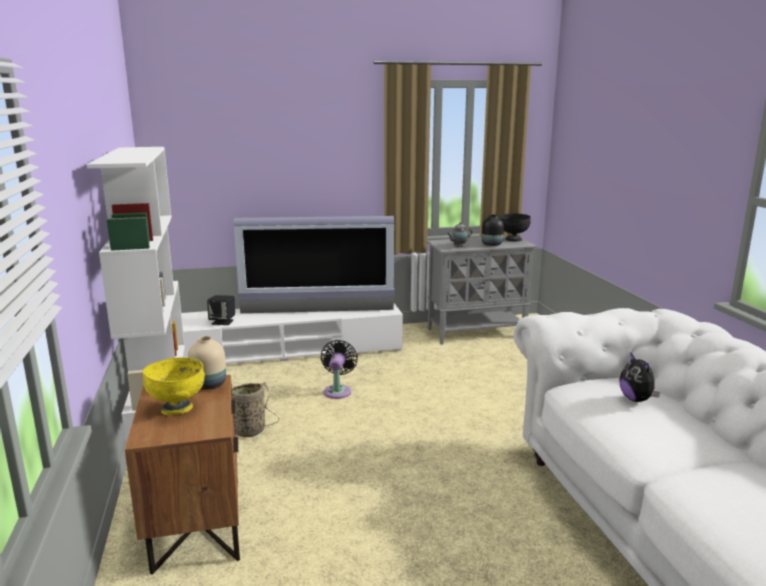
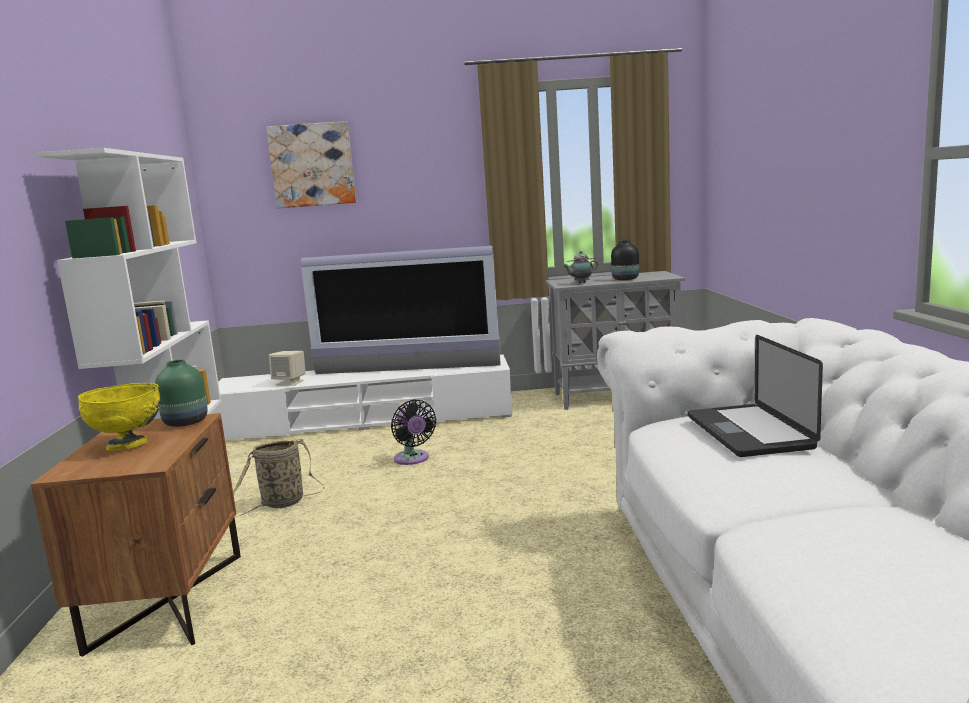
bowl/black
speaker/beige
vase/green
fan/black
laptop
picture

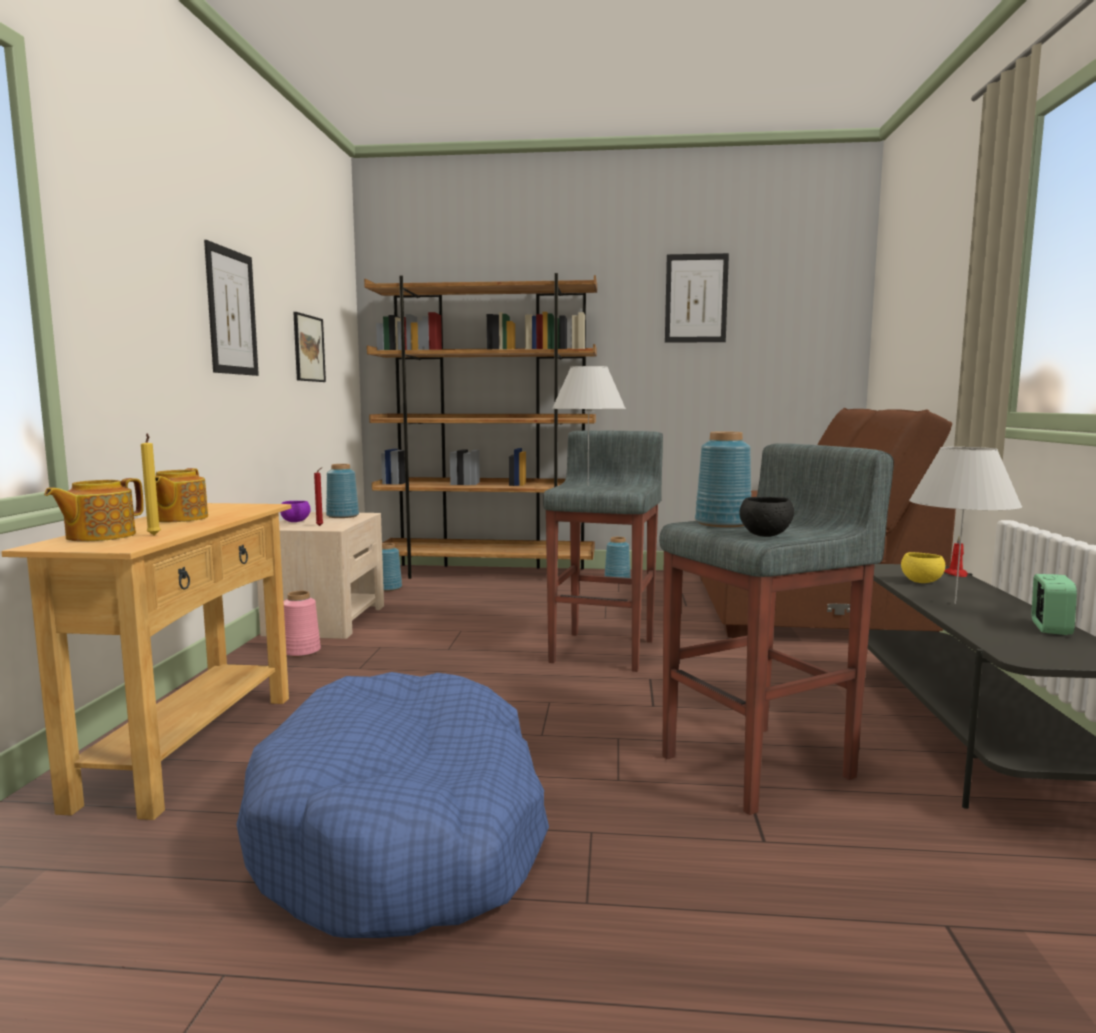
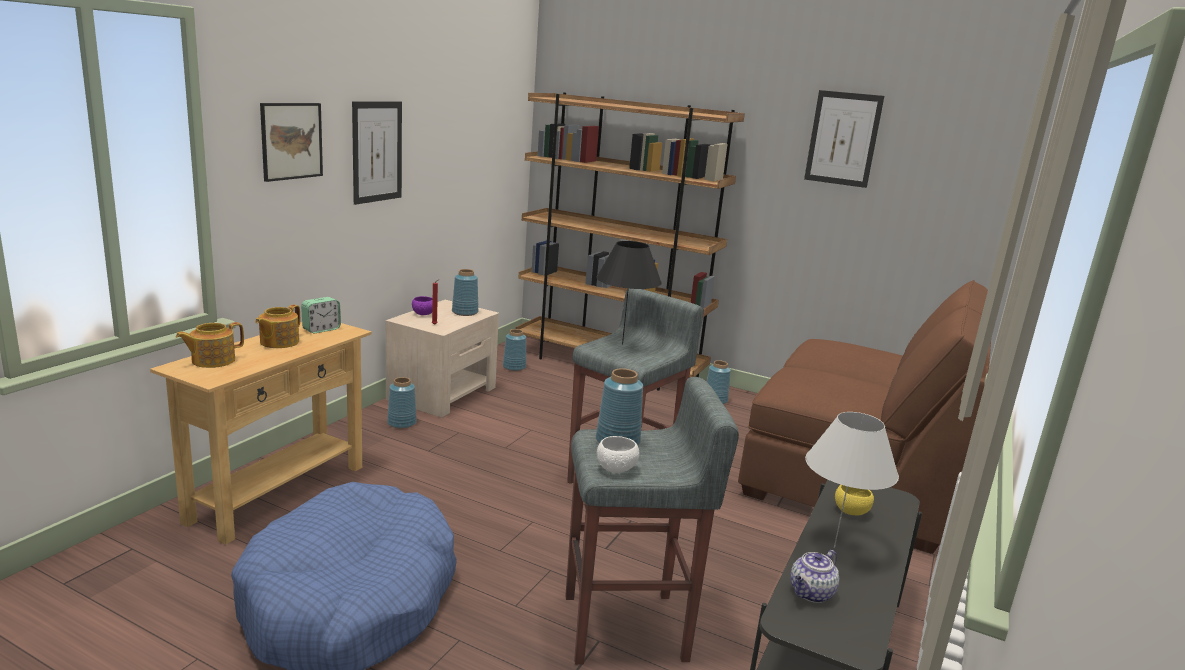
picture (1st from left)
table lamp/black
candle/yellow
bowl/white
candle/red (2nd from left in the first image)
alarm clock
vase/blue (1st from left)
teapot (3rd from left)

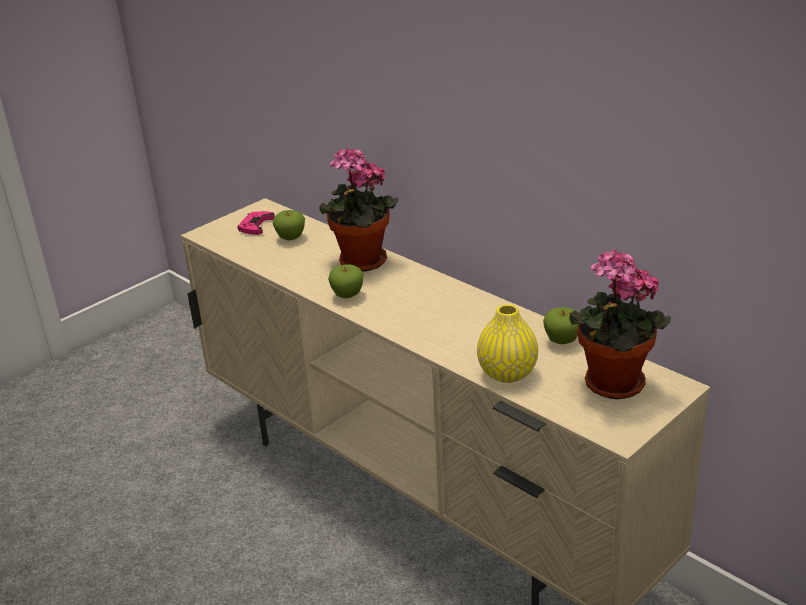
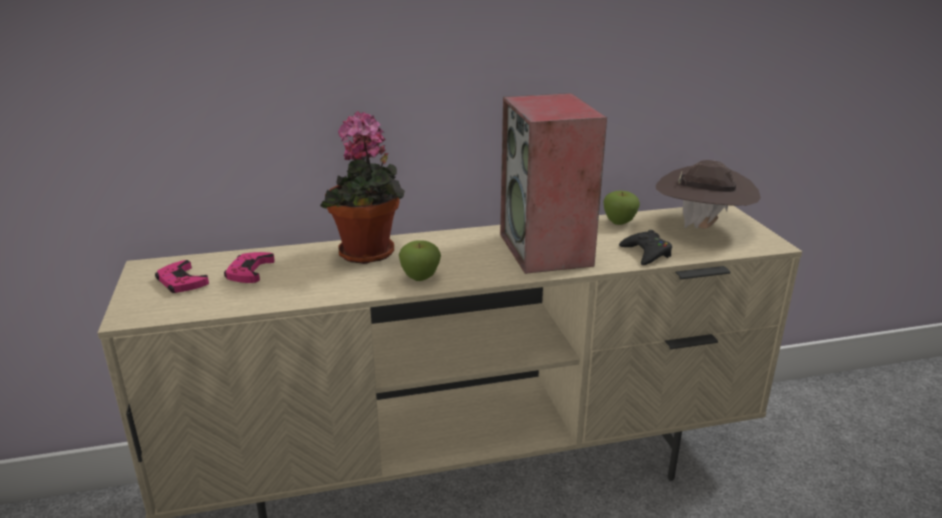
game controller/pink (2nd from left)
hat/brown
game controller/black
speaker

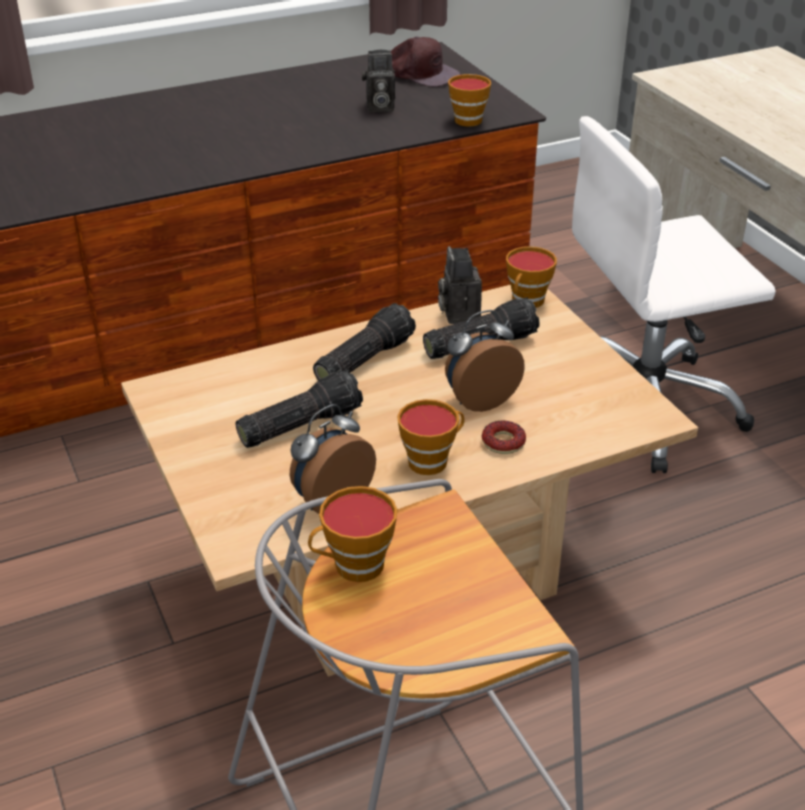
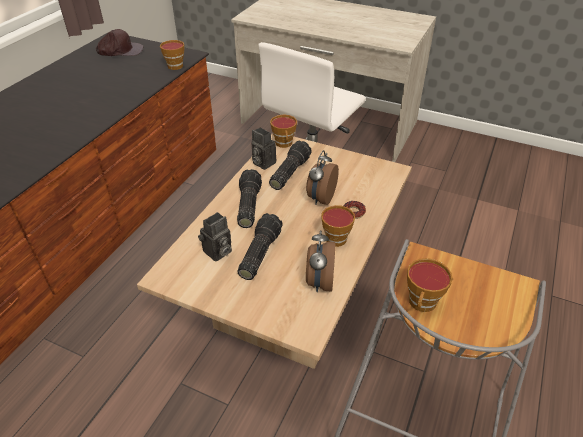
photo camera (1st from left)

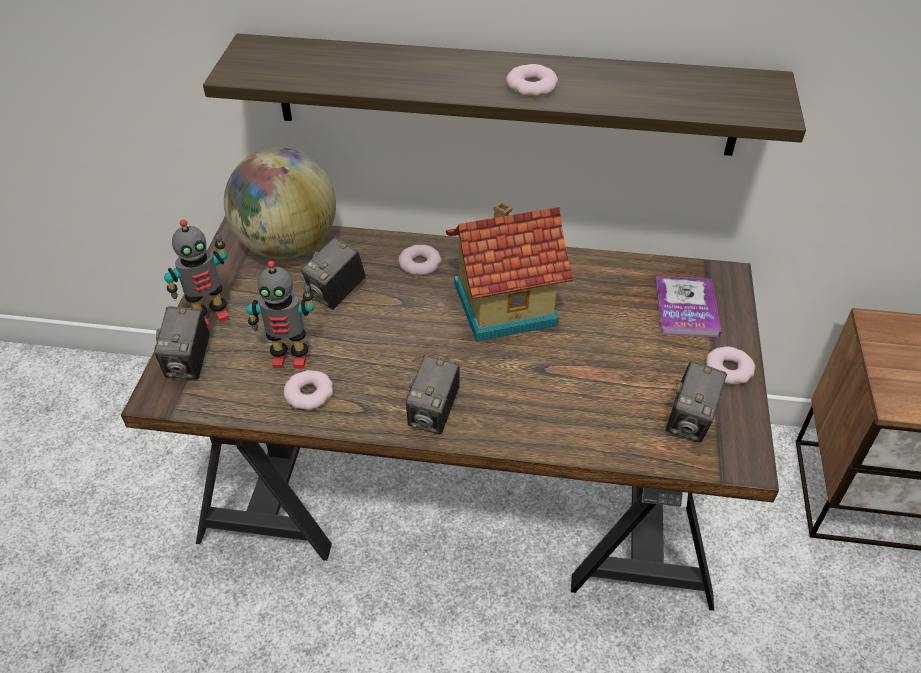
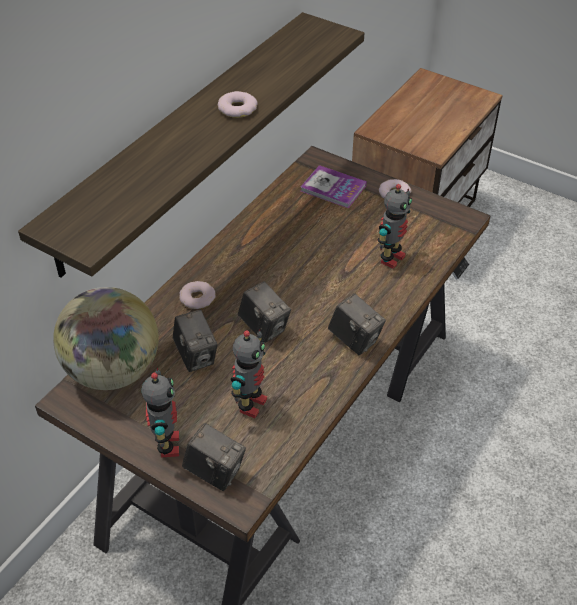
toy house
photo camera (3rd from left)
donut (1st from left in the first image)
toy robot (3rd from left)

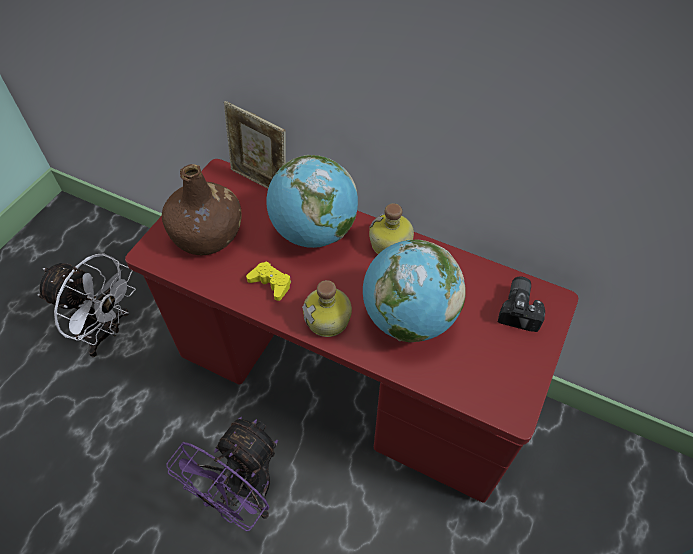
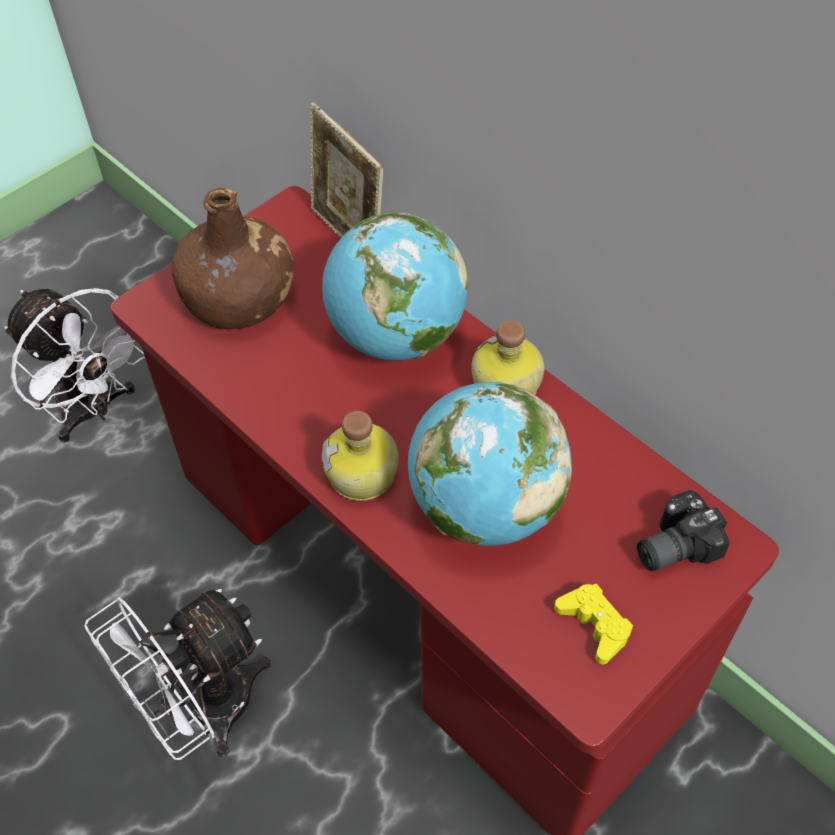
game controller/yellow
photo camera
fan/white (2nd from left)

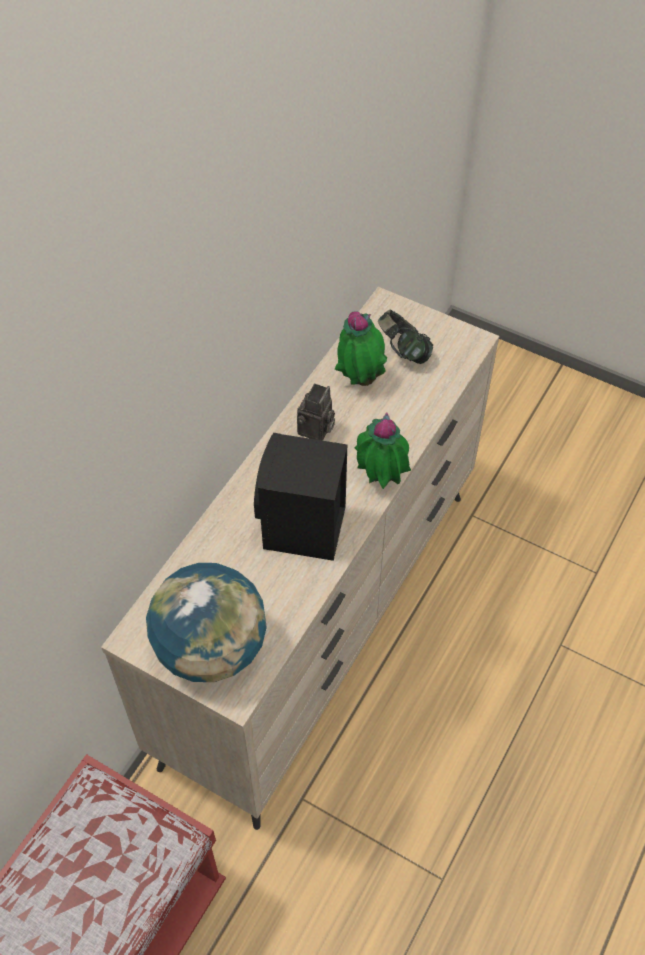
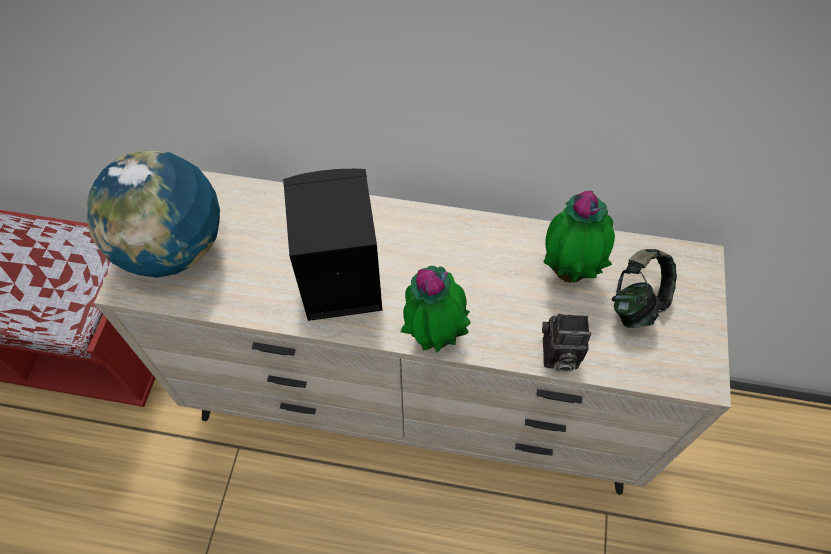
photo camera

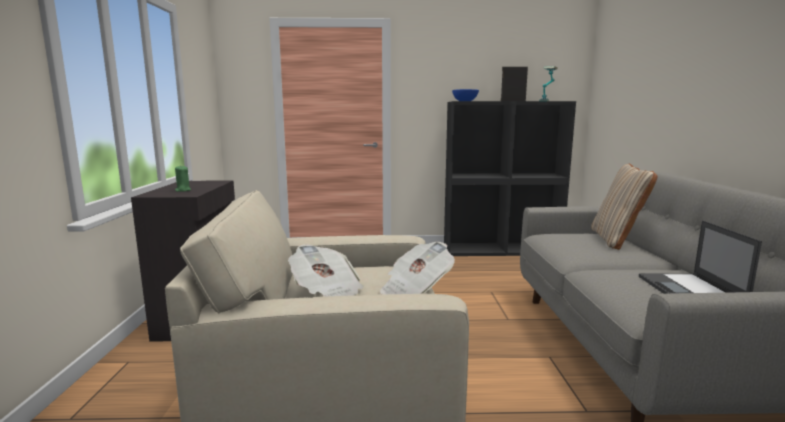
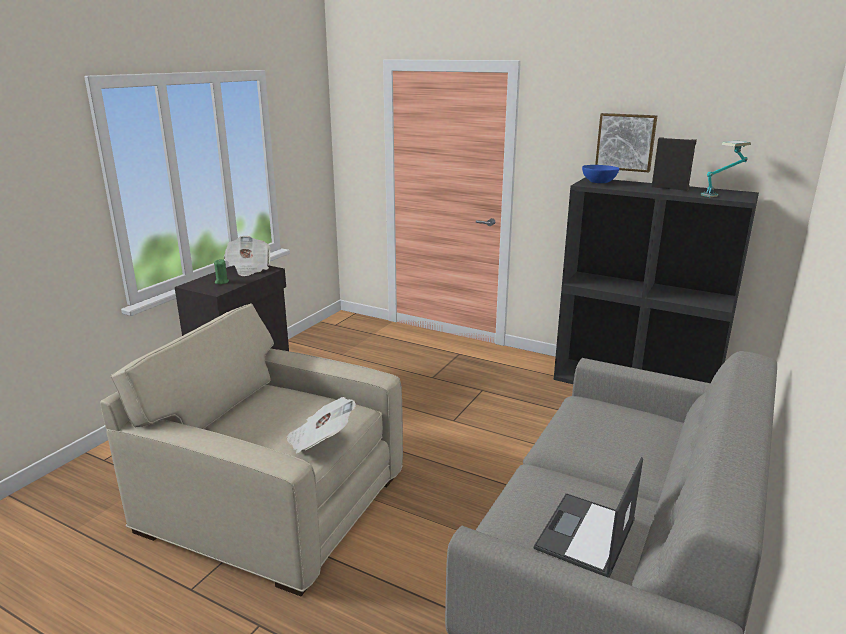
pillow/beige
newspaper (1st from left)
picture

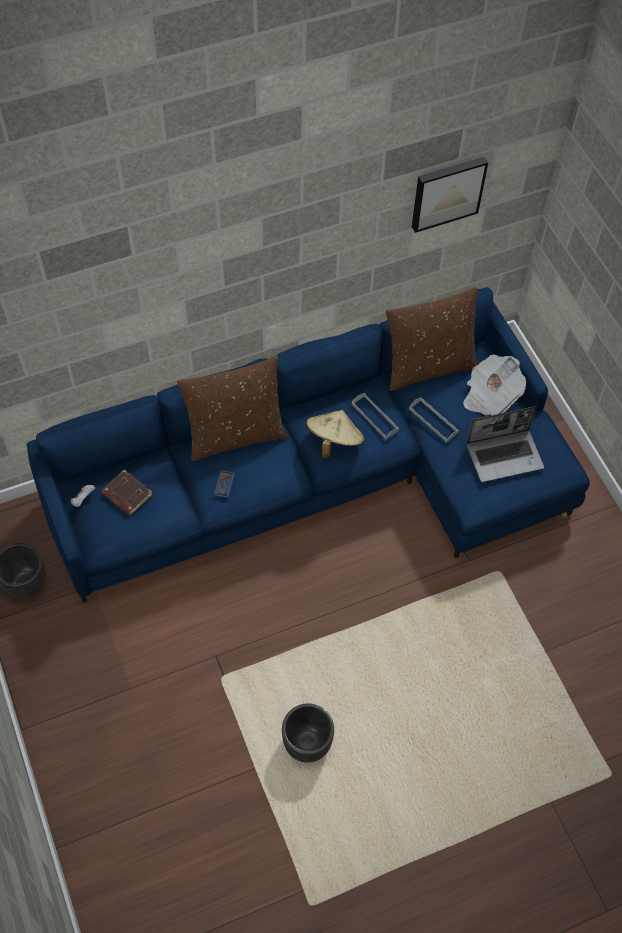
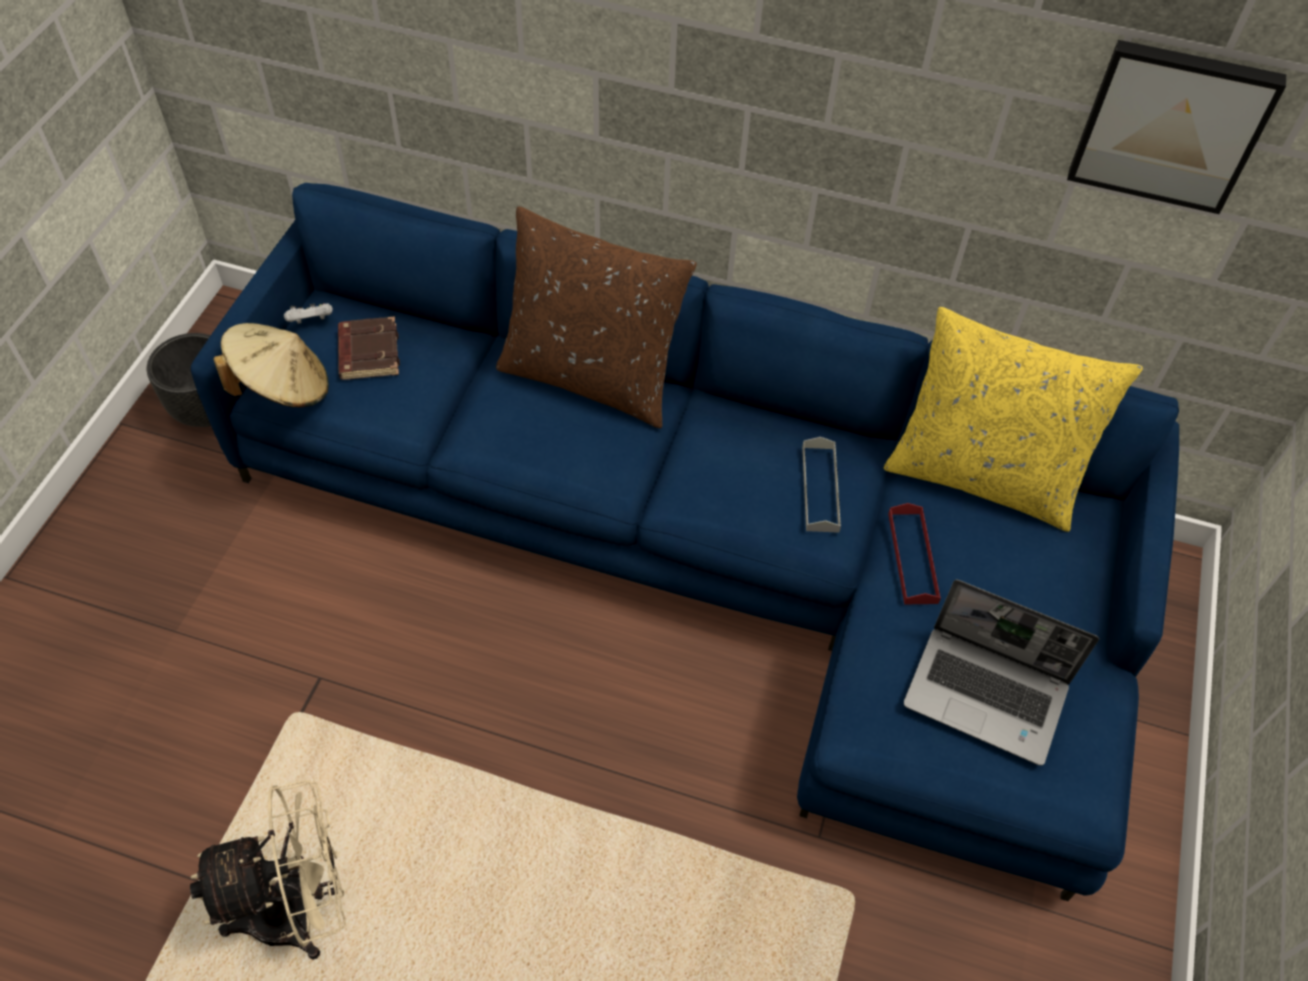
pillow/yellow
newspaper
tray/red
hat/beige
phone
fan/beige

